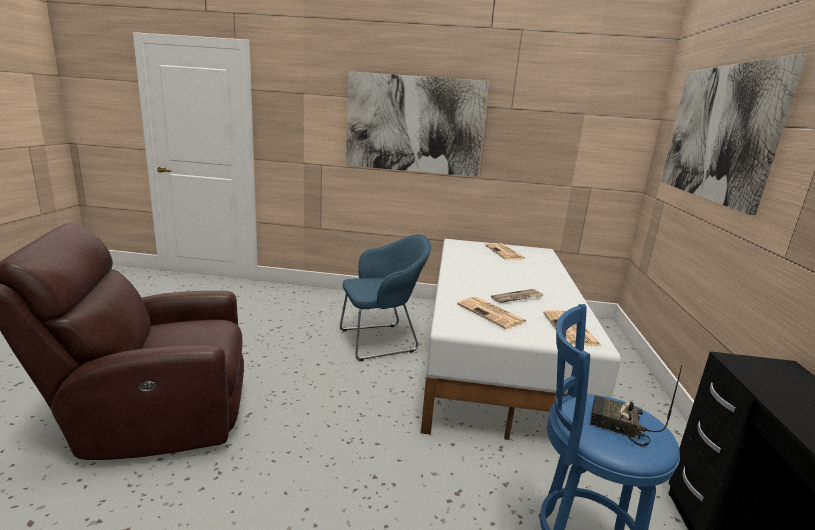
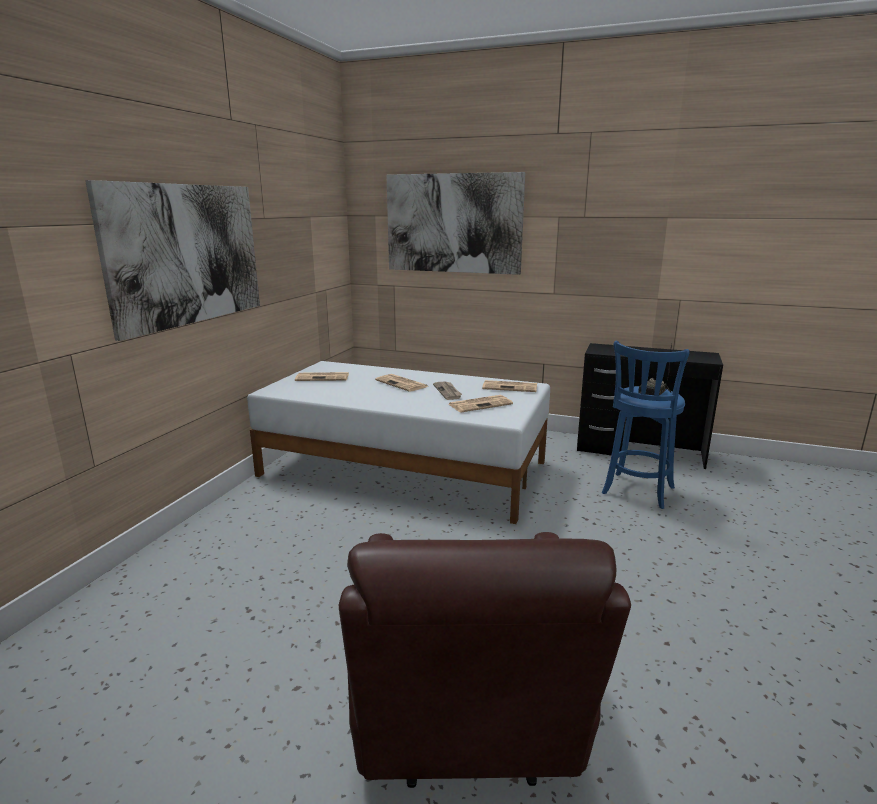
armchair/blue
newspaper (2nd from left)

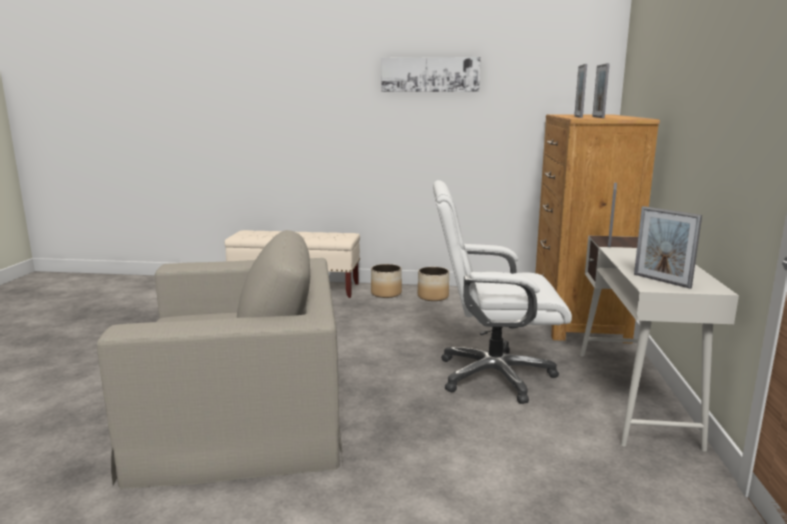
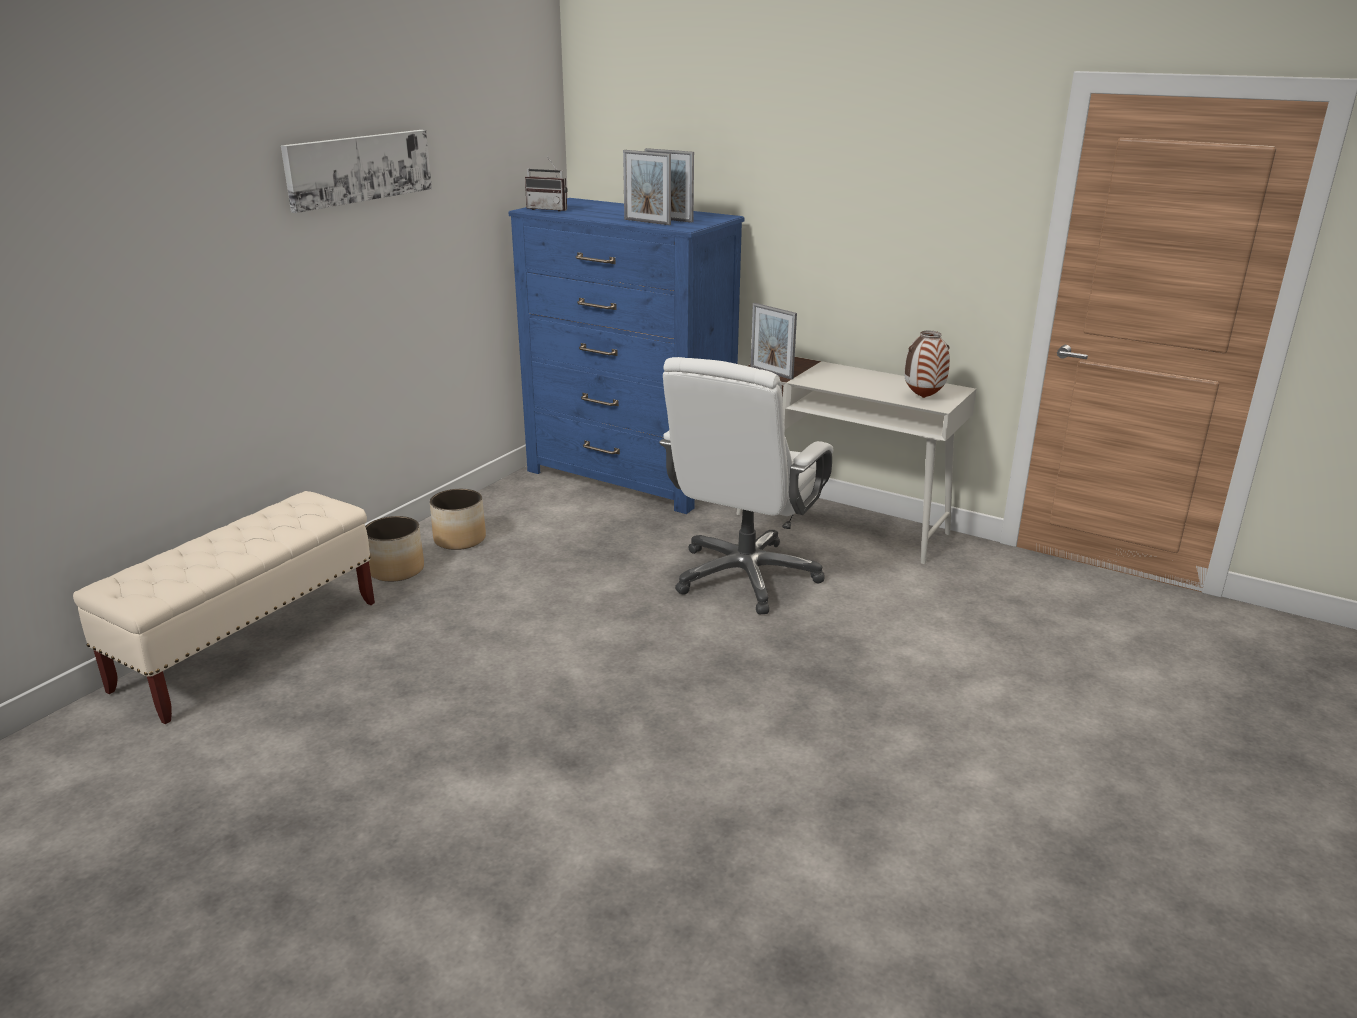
dresser/blue
vase
armchair/beige
radio

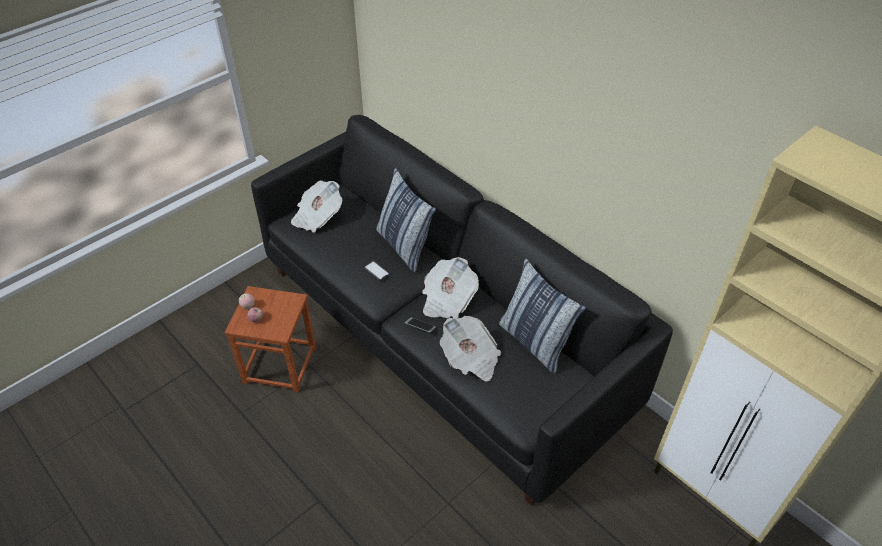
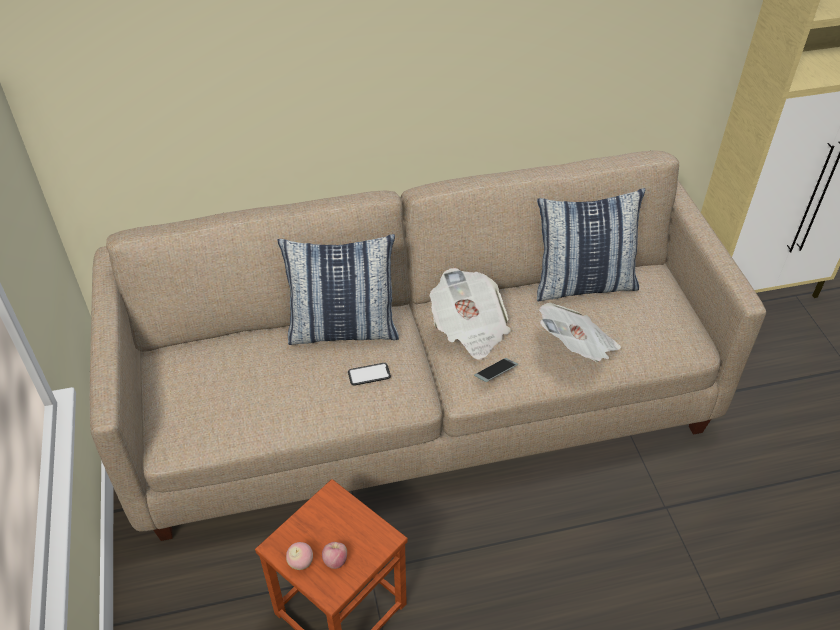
sofa/beige
newspaper (1st from left in the first image)

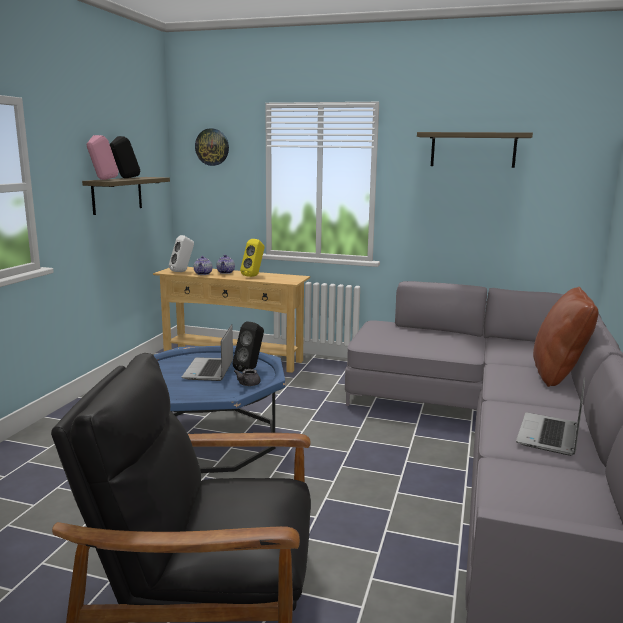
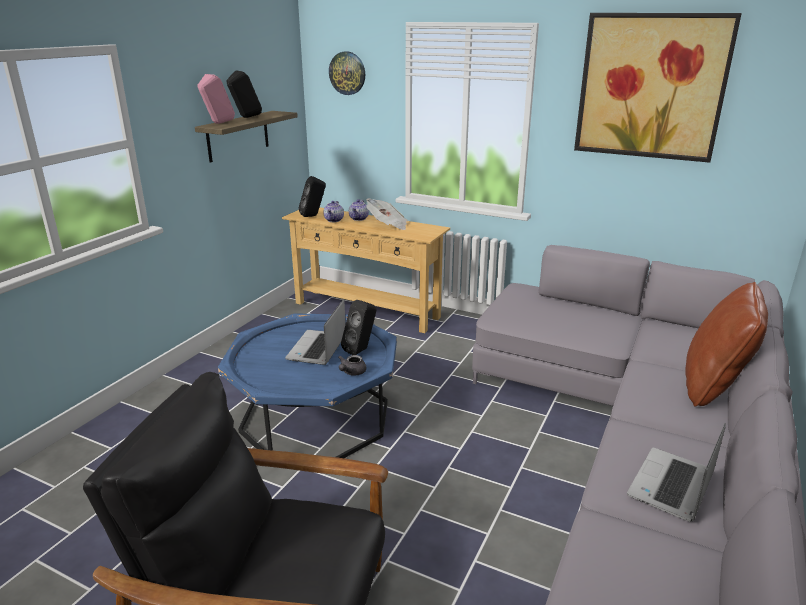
picture
speaker/black (2nd from left)
newspaper

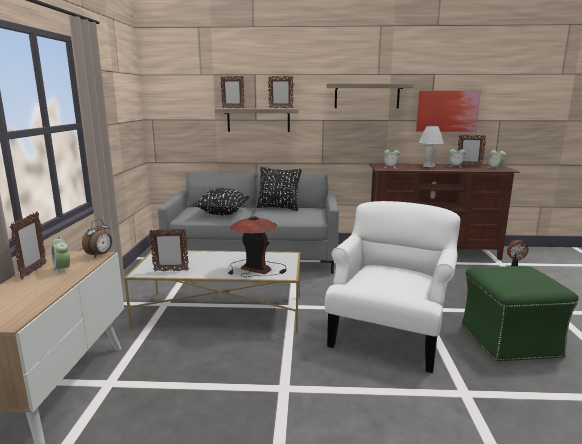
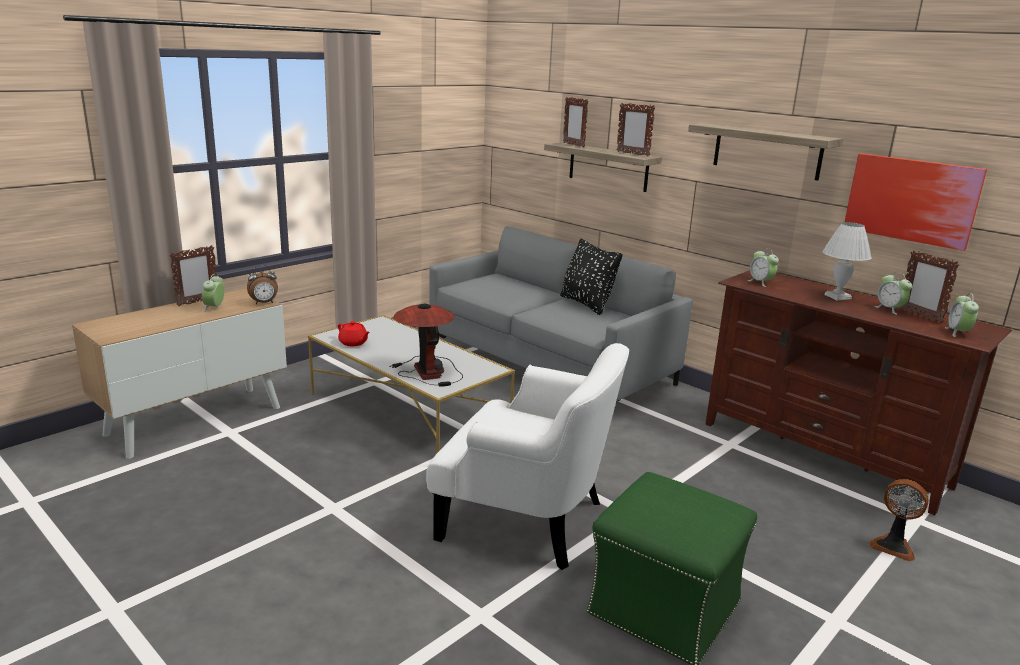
pillow/black (1st from left in the first image)
armchair/white
teapot/red

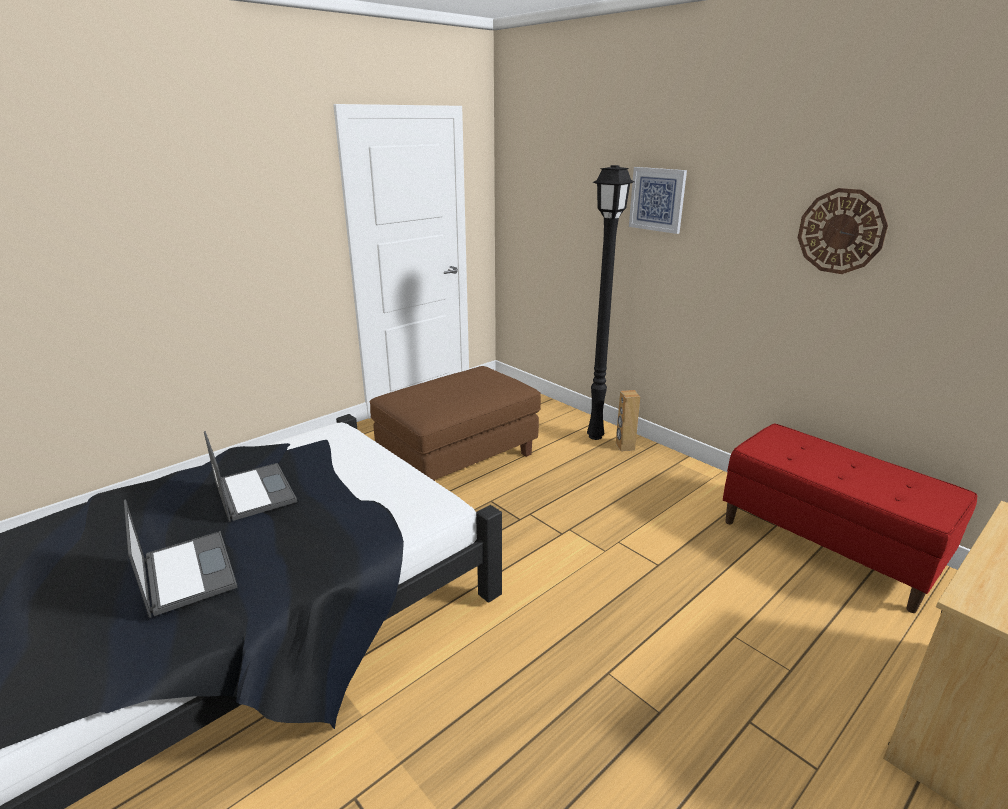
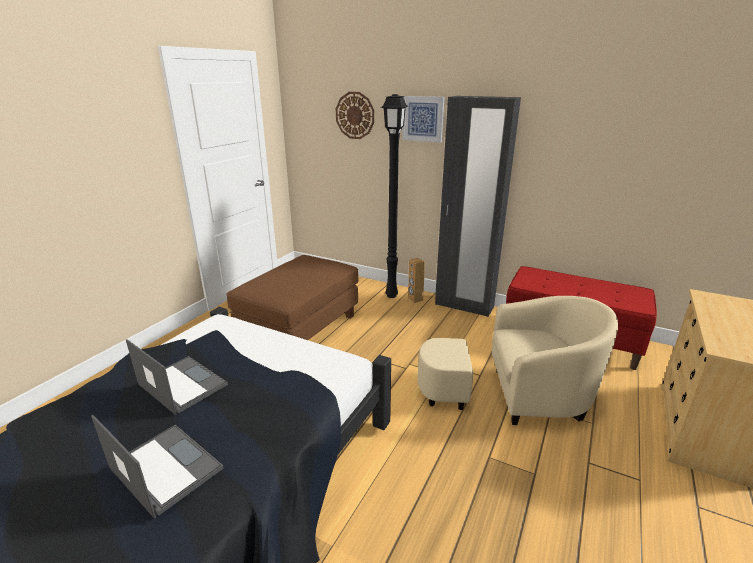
wall clock
wardrobe/black
armchair/beige

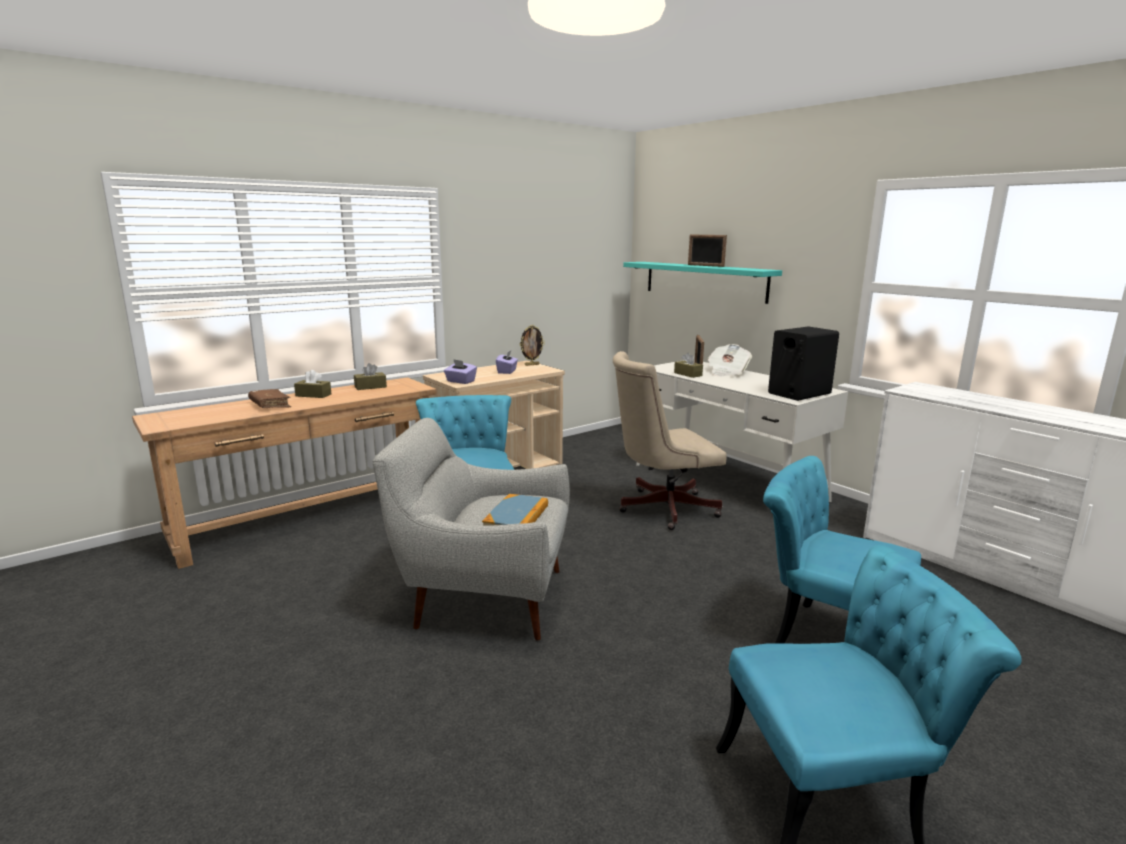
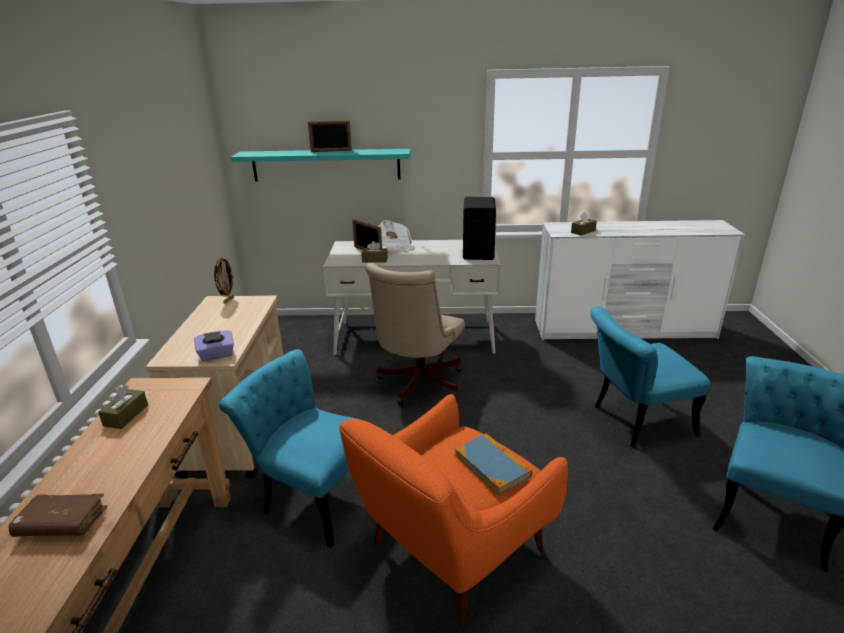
tissue box/purple (2nd from left in the first image)
tissue box/brown (3rd from left)
armchair/orange

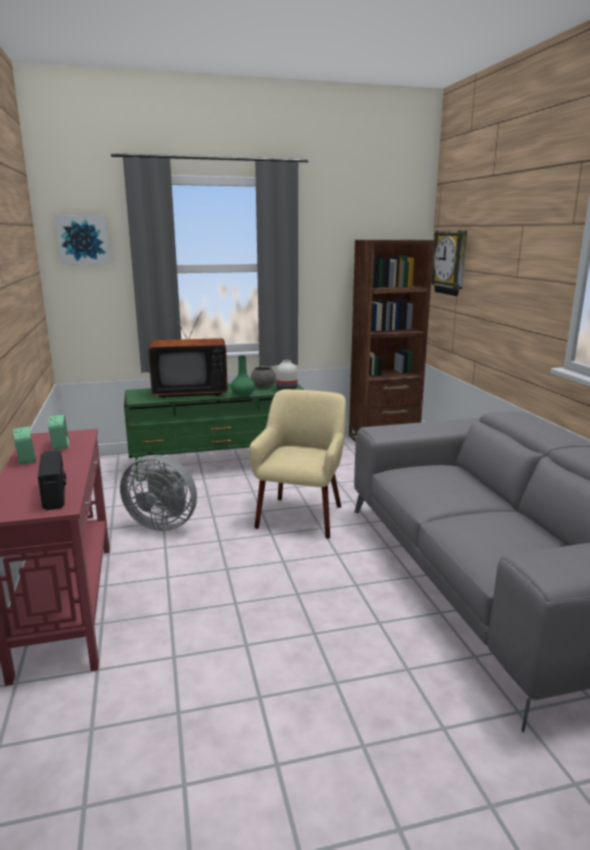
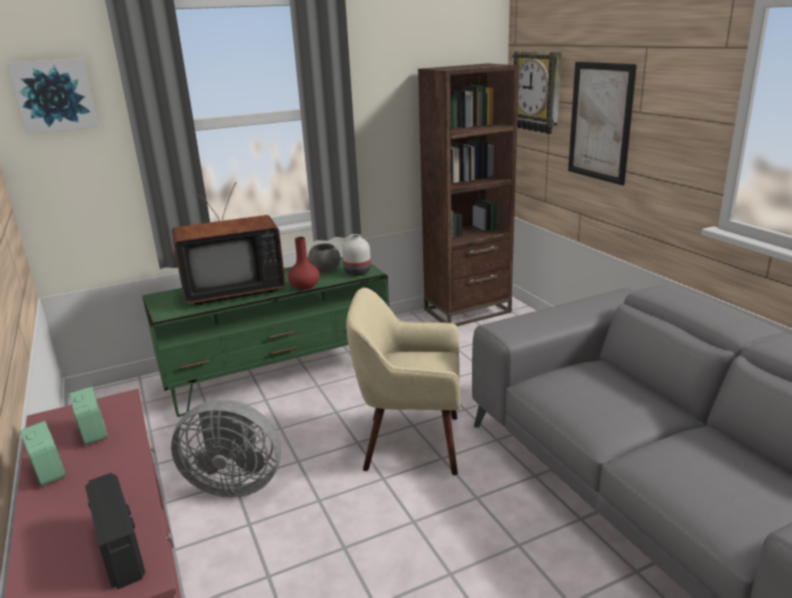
vase/red
armchair/beige
picture (2nd from left)

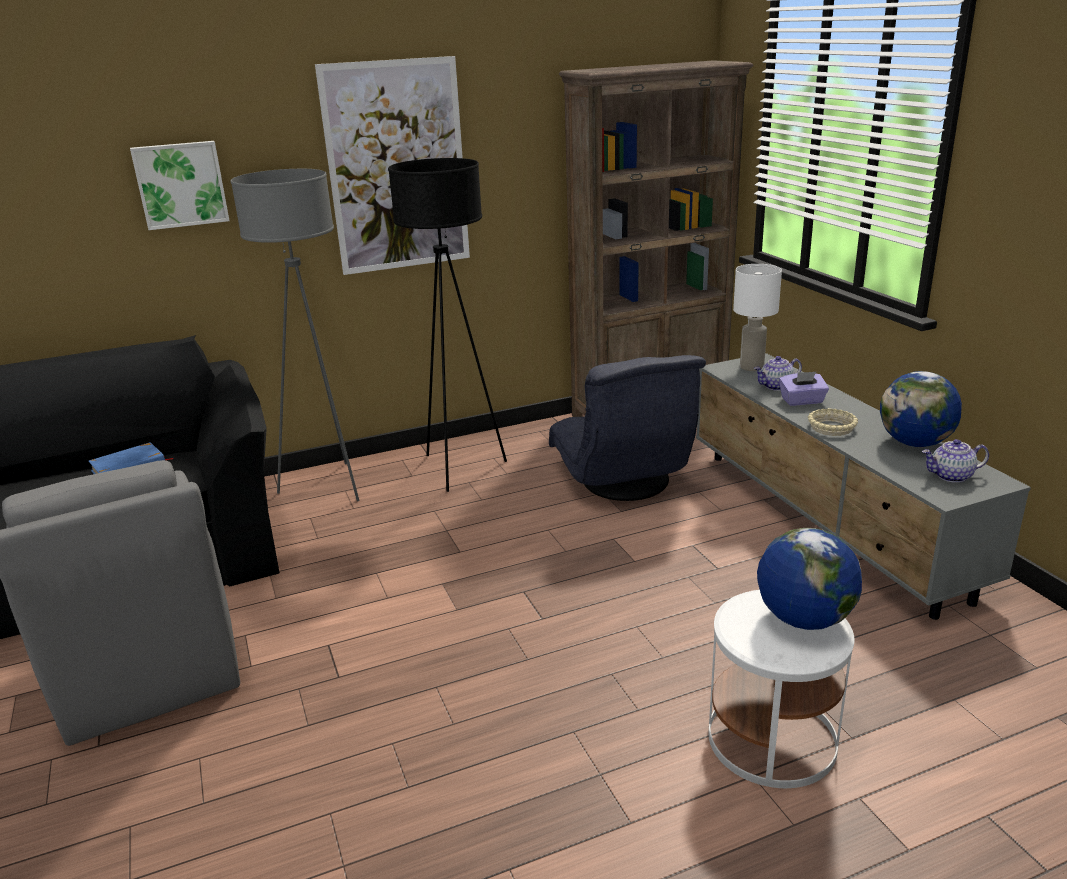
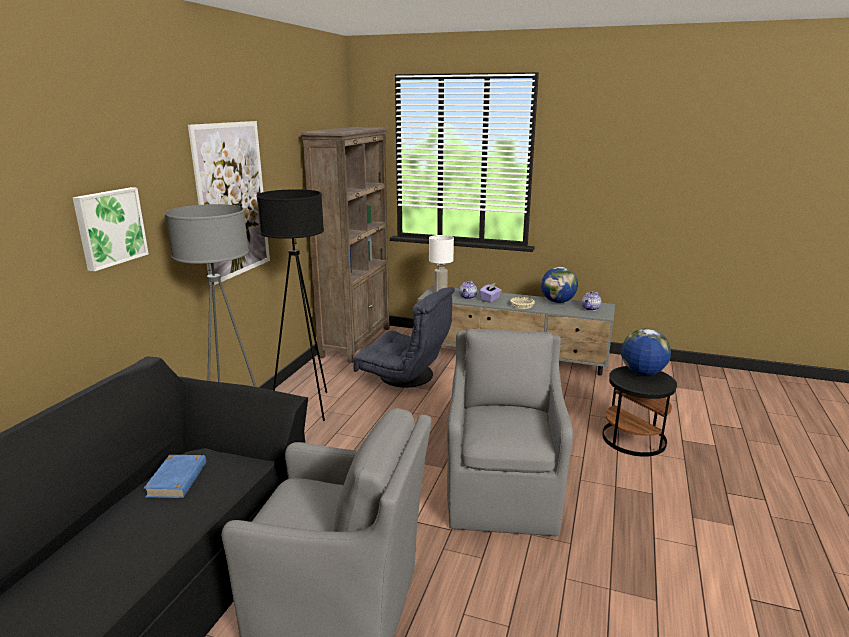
side table/black
armchair/grey (3rd from left)

